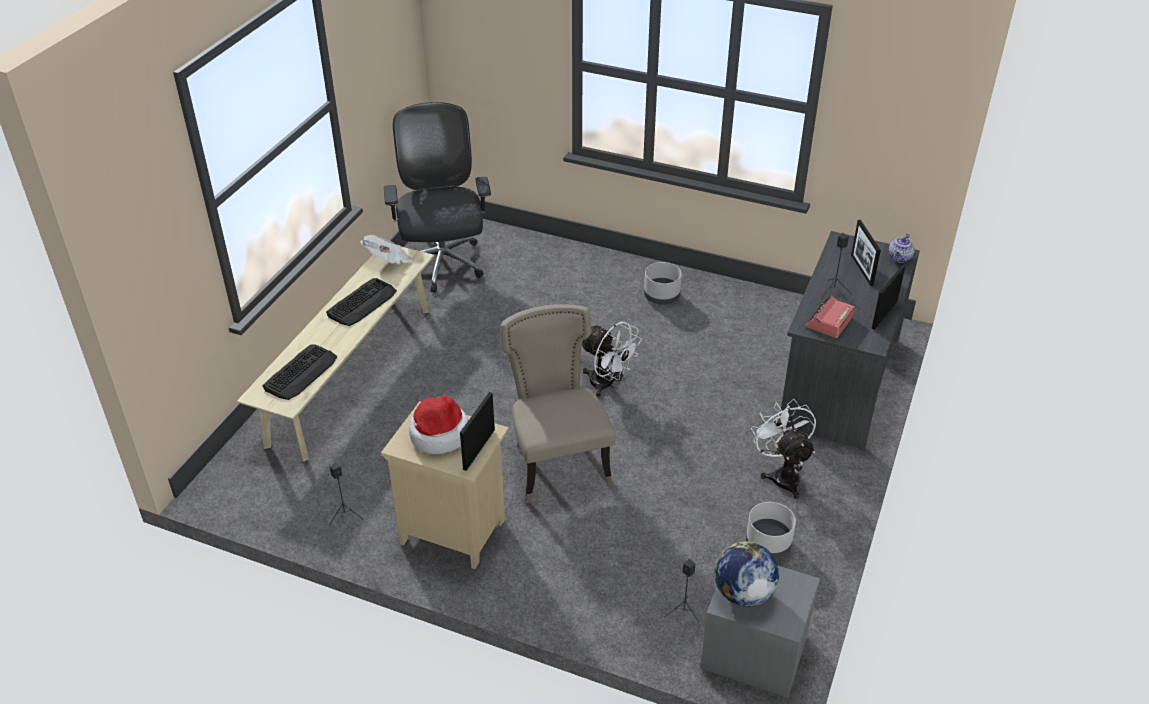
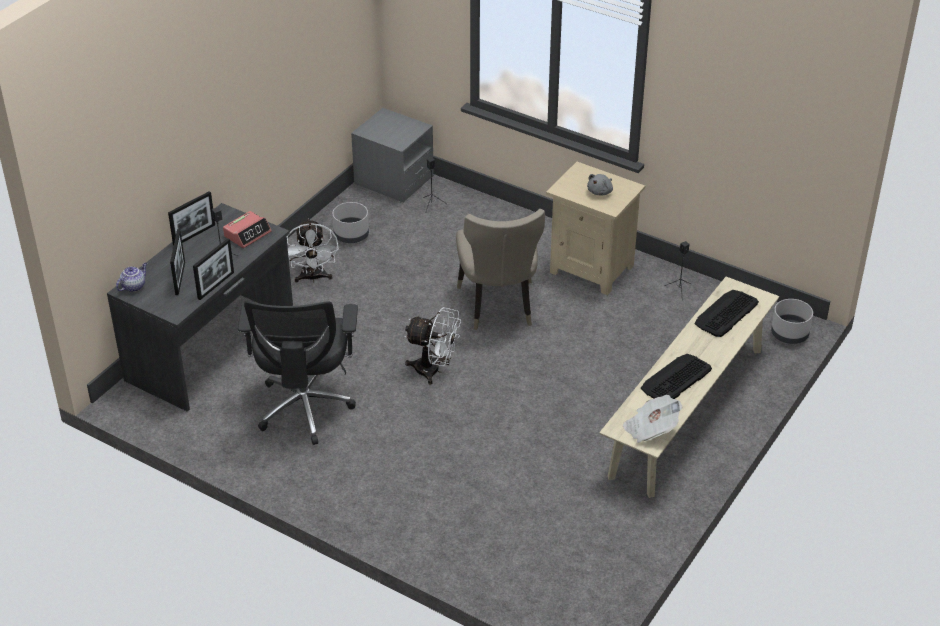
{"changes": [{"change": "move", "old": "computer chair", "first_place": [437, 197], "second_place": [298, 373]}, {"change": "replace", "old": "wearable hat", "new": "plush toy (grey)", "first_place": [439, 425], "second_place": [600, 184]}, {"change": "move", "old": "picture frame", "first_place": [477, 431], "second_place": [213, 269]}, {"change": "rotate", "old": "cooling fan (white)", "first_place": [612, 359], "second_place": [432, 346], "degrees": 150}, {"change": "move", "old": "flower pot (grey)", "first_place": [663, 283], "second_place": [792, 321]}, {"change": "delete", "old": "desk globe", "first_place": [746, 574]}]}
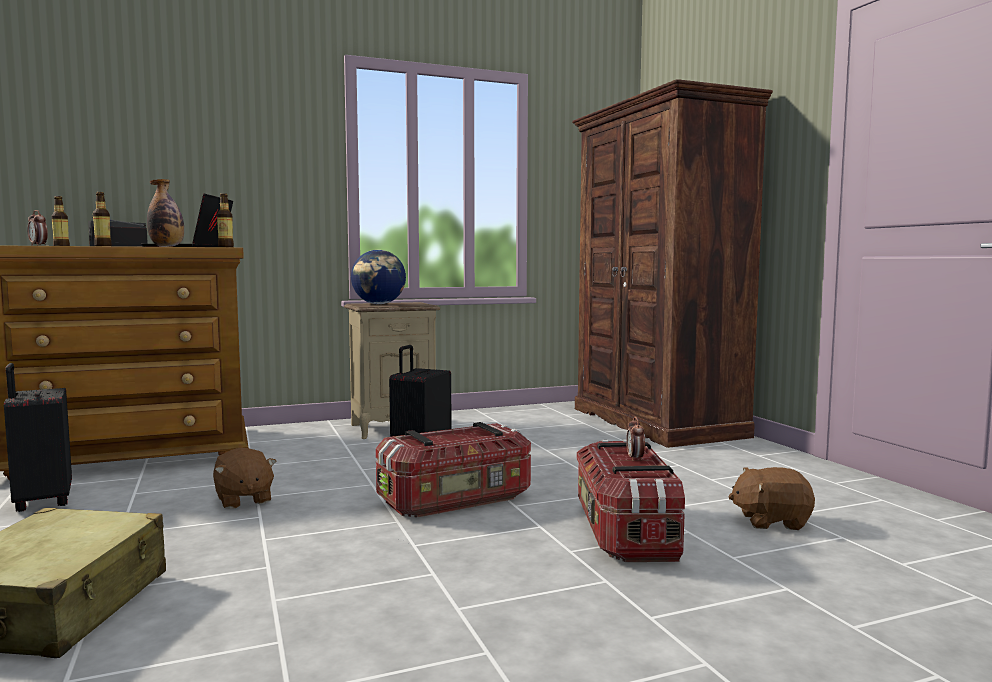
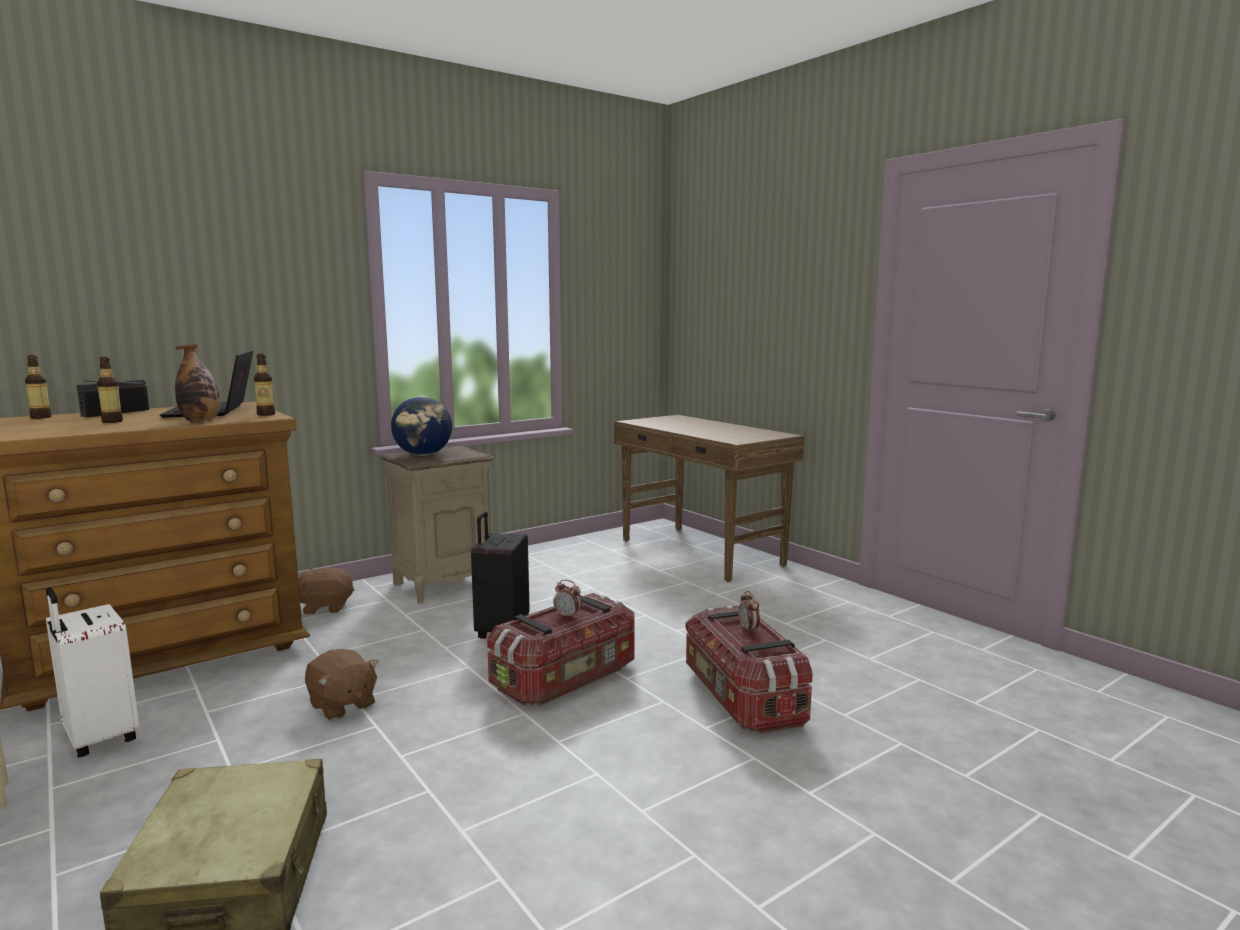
{"changes": [{"change": "recolor", "old": "travel case (blackish)", "new": "travel case (white)", "first_place": [38, 437], "second_place": [92, 673]}, {"change": "move", "old": "bedside clock", "first_place": [37, 228], "second_place": [568, 599]}, {"change": "replace", "old": "wardrobe (brownish)", "new": "console table (brownish)", "first_place": [672, 263], "second_place": [709, 498]}, {"change": "move", "old": "plush toy (brownish)", "first_place": [771, 498], "second_place": [326, 591]}]}
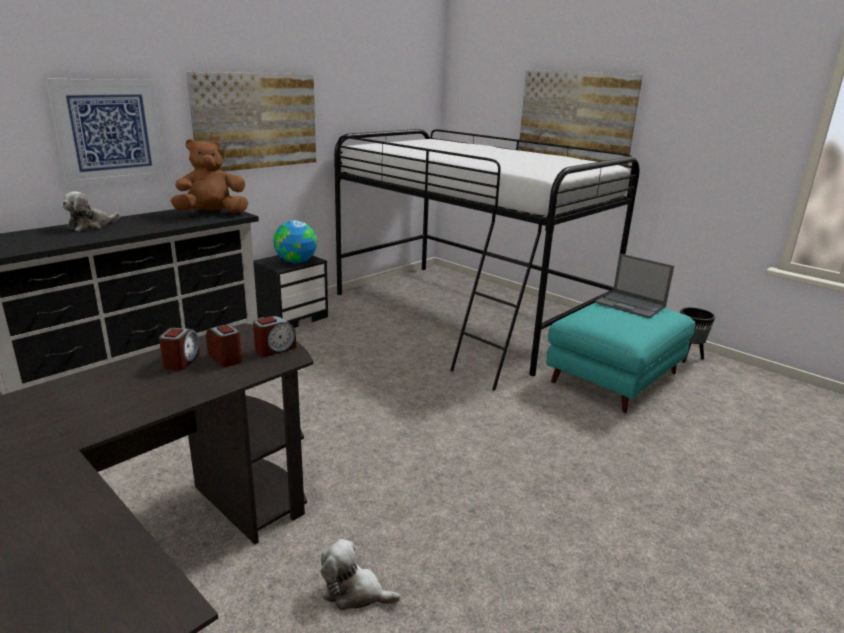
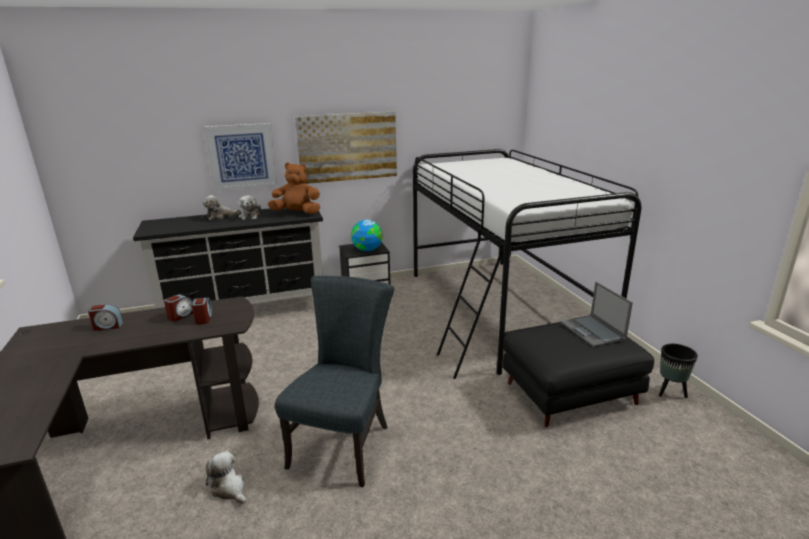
{"changes": [{"change": "move", "old": "bedside clock", "first_place": [274, 336], "second_place": [105, 317]}, {"change": "delete", "old": "wall picture", "first_place": [581, 117]}, {"change": "recolor", "old": "footrest (turquoise)", "new": "footrest (blackish)", "first_place": [620, 358], "second_place": [578, 375]}, {"change": "insert", "new": "plush toy", "second_place": [249, 207]}, {"change": "insert", "new": "chair (grey)", "second_place": [334, 382]}]}
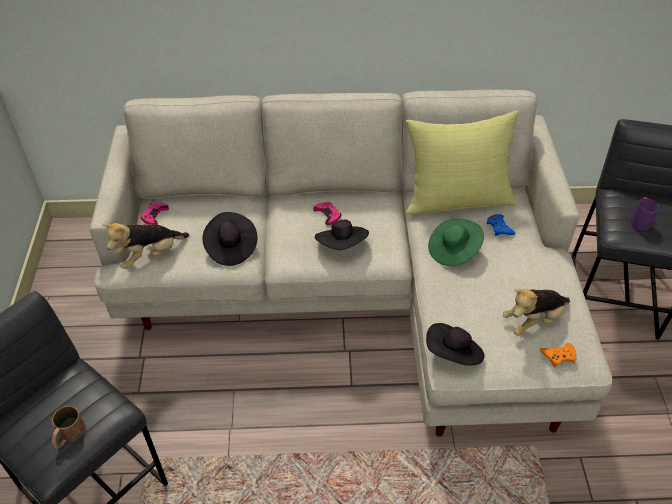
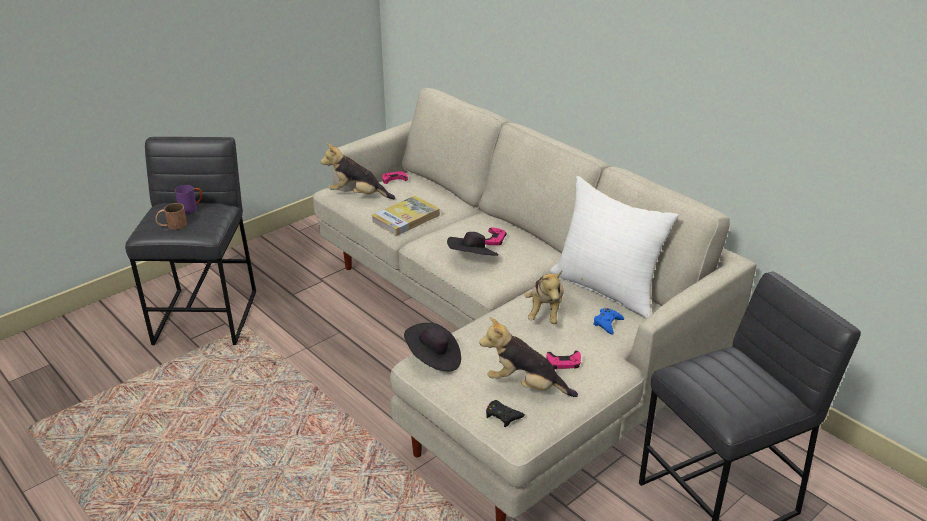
{"changes": [{"change": "replace", "old": "wearable hat (blackish)", "new": "book", "first_place": [230, 239], "second_place": [405, 216]}, {"change": "recolor", "old": "pillow (yellowish)", "new": "pillow (white)", "first_place": [462, 162], "second_place": [614, 247]}, {"change": "replace", "old": "wearable hat (green)", "new": "plush toy", "first_place": [456, 242], "second_place": [544, 297]}, {"change": "recolor", "old": "joypad (orange)", "new": "joypad (blackish)", "first_place": [558, 355], "second_place": [505, 413]}, {"change": "move", "old": "tea mug (purplish)", "first_place": [645, 214], "second_place": [188, 199]}, {"change": "insert", "new": "joypad (pink-coloured)", "second_place": [564, 360]}]}
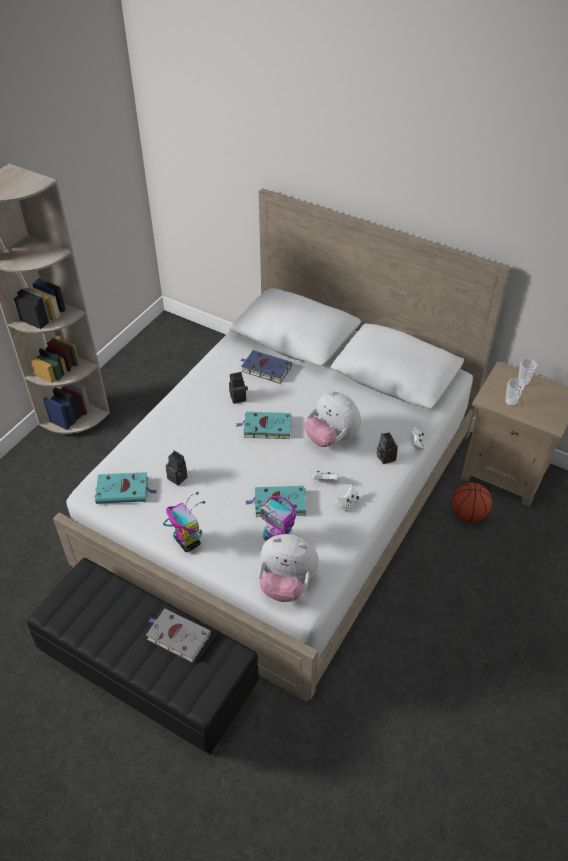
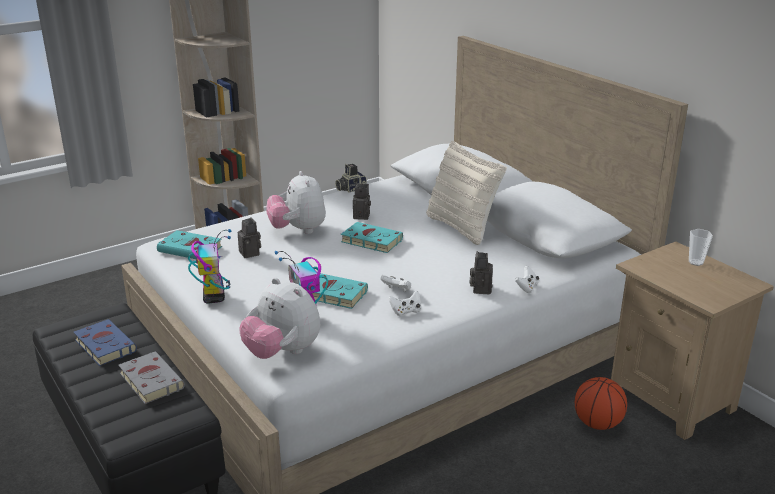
{"changes": [{"change": "move", "old": "book (blue)", "first_place": [266, 367], "second_place": [105, 342]}, {"change": "move", "old": "plush toy", "first_place": [333, 418], "second_place": [296, 202]}, {"change": "delete", "old": "drinking cup", "first_place": [515, 392]}, {"change": "insert", "new": "still camera", "second_place": [351, 178]}, {"change": "insert", "new": "pillow (sand-coloured)", "second_place": [466, 193]}]}
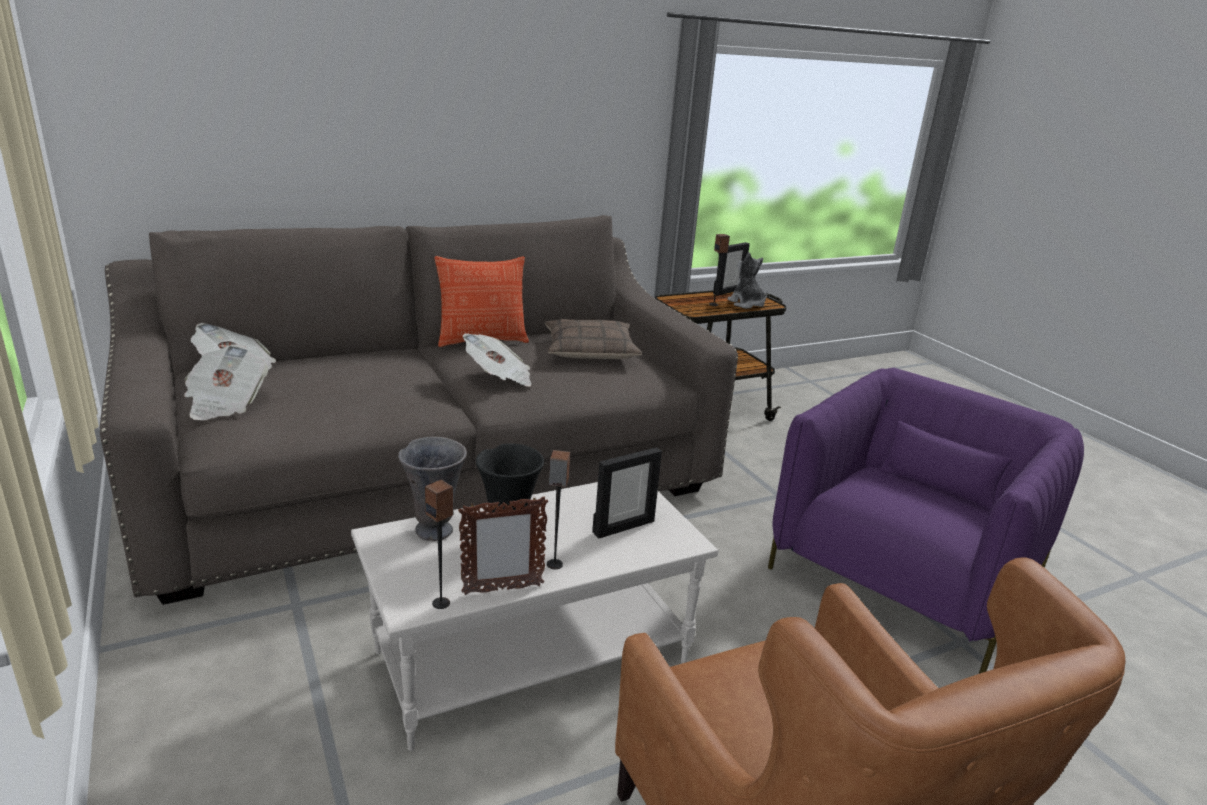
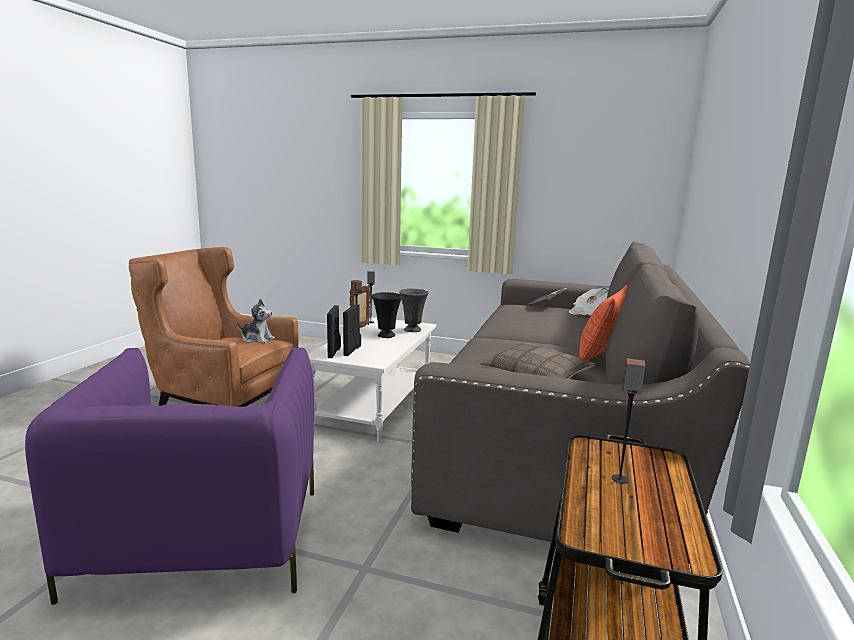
{"changes": [{"change": "delete", "old": "newspaper", "first_place": [497, 360]}, {"change": "move", "old": "picture frame", "first_place": [731, 269], "second_place": [334, 331]}, {"change": "move", "old": "plush toy", "first_place": [747, 280], "second_place": [256, 321]}]}
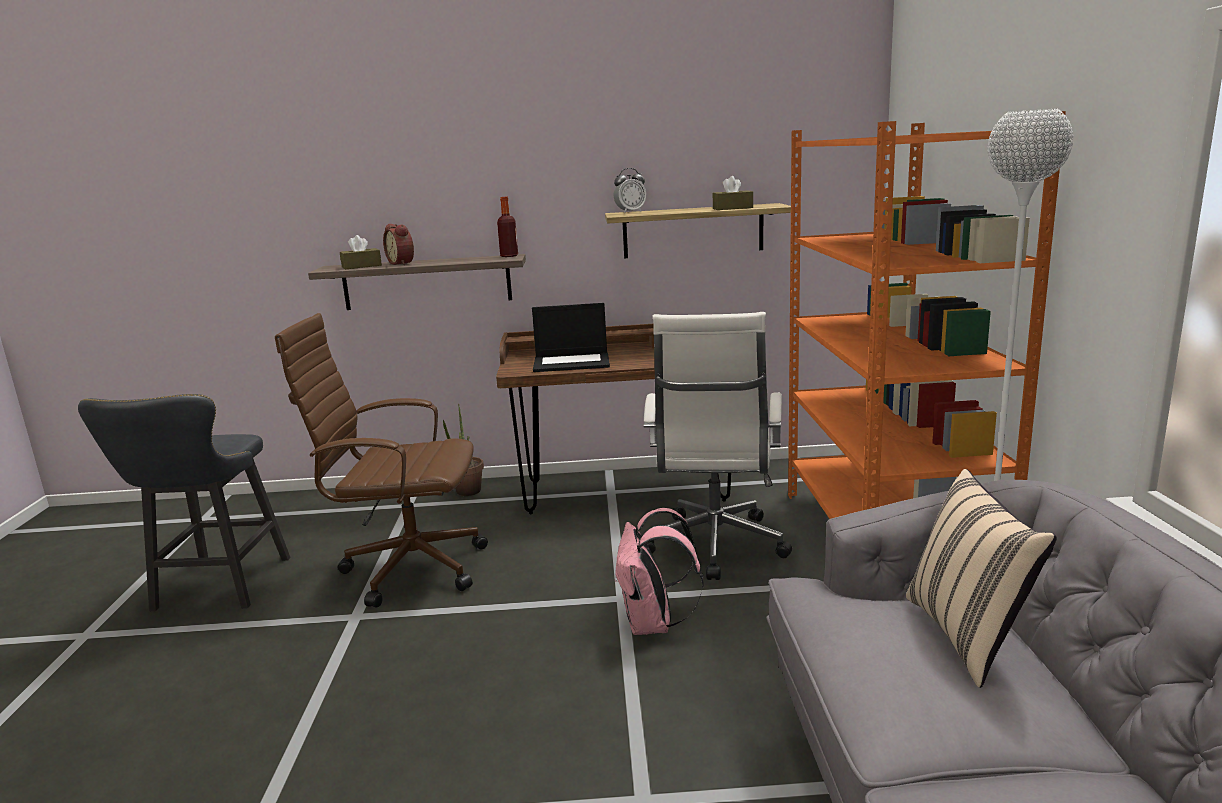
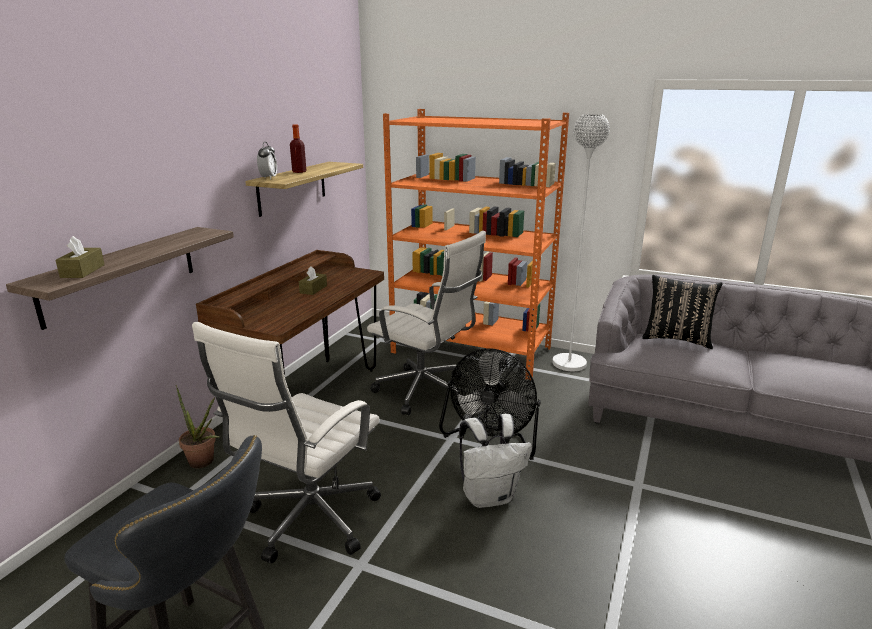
{"changes": [{"change": "recolor", "old": "computer chair (brownish)", "new": "computer chair (white)", "first_place": [381, 460], "second_place": [286, 442]}, {"change": "delete", "old": "bedside clock", "first_place": [398, 244]}, {"change": "move", "old": "drink bottle", "first_place": [507, 227], "second_place": [298, 148]}, {"change": "delete", "old": "laptop", "first_place": [571, 337]}, {"change": "replace", "old": "backpack (pink-coloured)", "new": "cooling fan (blackish)", "first_place": [659, 571], "second_place": [490, 404]}, {"change": "move", "old": "box of tissues (brownish)", "first_place": [733, 193], "second_place": [313, 280]}, {"change": "recolor", "old": "pillow (sand-coloured)", "new": "pillow (blackish)", "first_place": [981, 578], "second_place": [682, 312]}, {"change": "insert", "new": "backpack (white)", "second_place": [495, 461]}]}
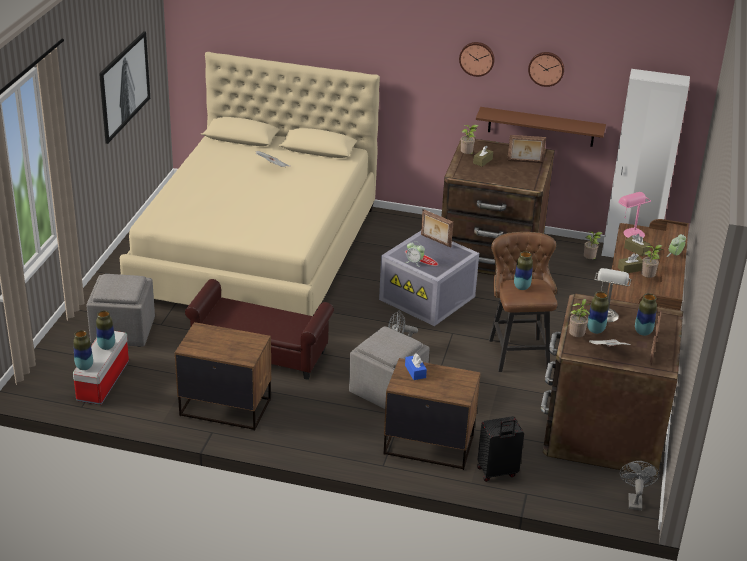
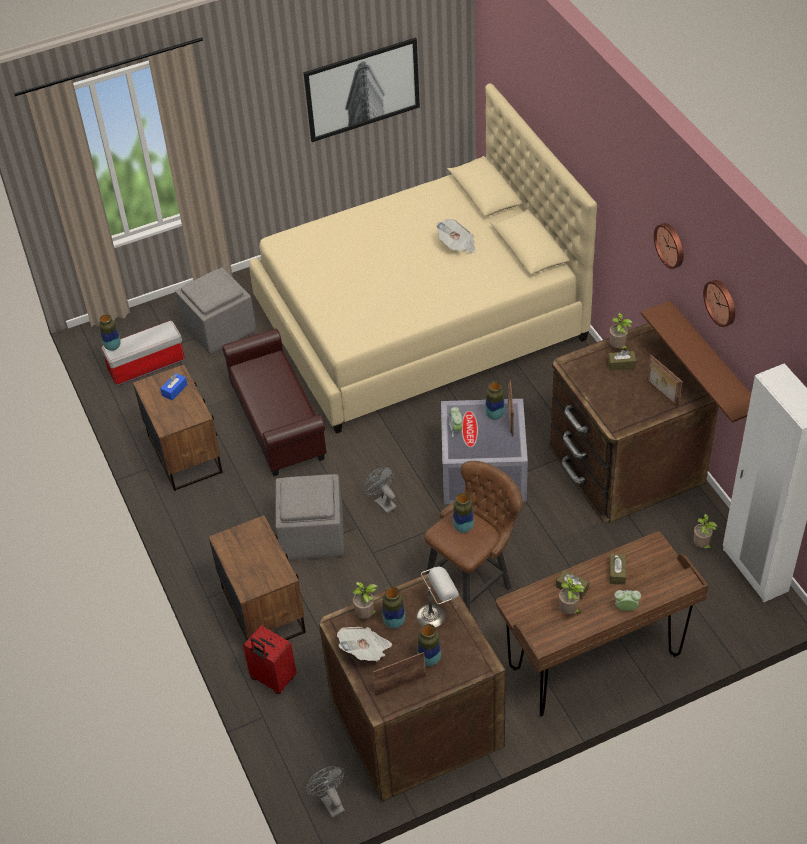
{"changes": [{"change": "move", "old": "flower vase", "first_place": [105, 330], "second_place": [495, 400]}, {"change": "move", "old": "box of tissues (blue)", "first_place": [416, 366], "second_place": [173, 386]}, {"change": "recolor", "old": "travel case (blackish)", "new": "travel case (red)", "first_place": [500, 449], "second_place": [270, 659]}, {"change": "delete", "old": "tabletop lamp (pink-coloured)", "first_place": [634, 215]}, {"change": "rotate", "old": "cooling fan (grey)", "first_place": [639, 486], "second_place": [325, 792], "degrees": -90}]}
